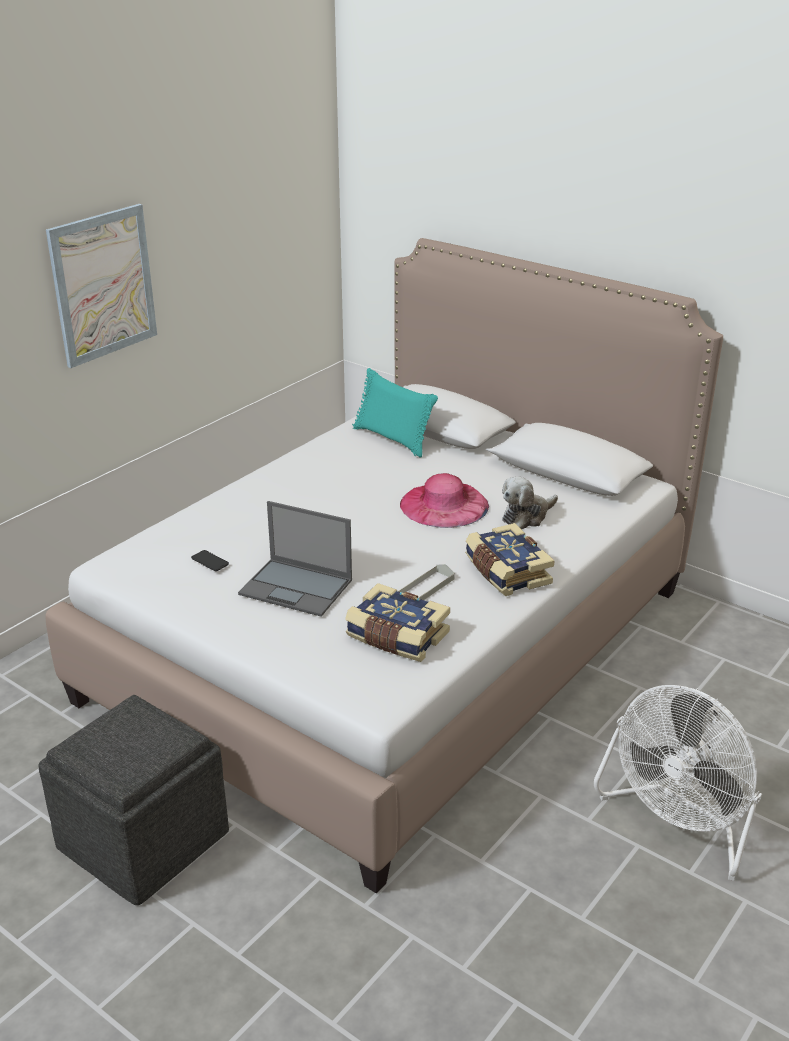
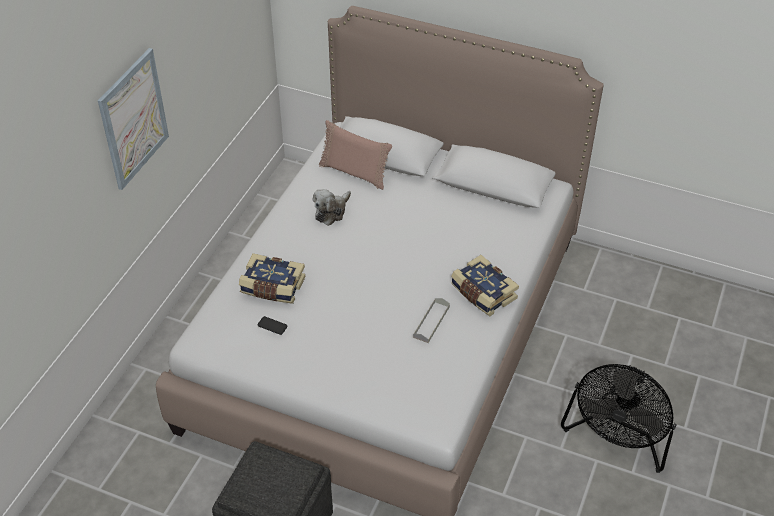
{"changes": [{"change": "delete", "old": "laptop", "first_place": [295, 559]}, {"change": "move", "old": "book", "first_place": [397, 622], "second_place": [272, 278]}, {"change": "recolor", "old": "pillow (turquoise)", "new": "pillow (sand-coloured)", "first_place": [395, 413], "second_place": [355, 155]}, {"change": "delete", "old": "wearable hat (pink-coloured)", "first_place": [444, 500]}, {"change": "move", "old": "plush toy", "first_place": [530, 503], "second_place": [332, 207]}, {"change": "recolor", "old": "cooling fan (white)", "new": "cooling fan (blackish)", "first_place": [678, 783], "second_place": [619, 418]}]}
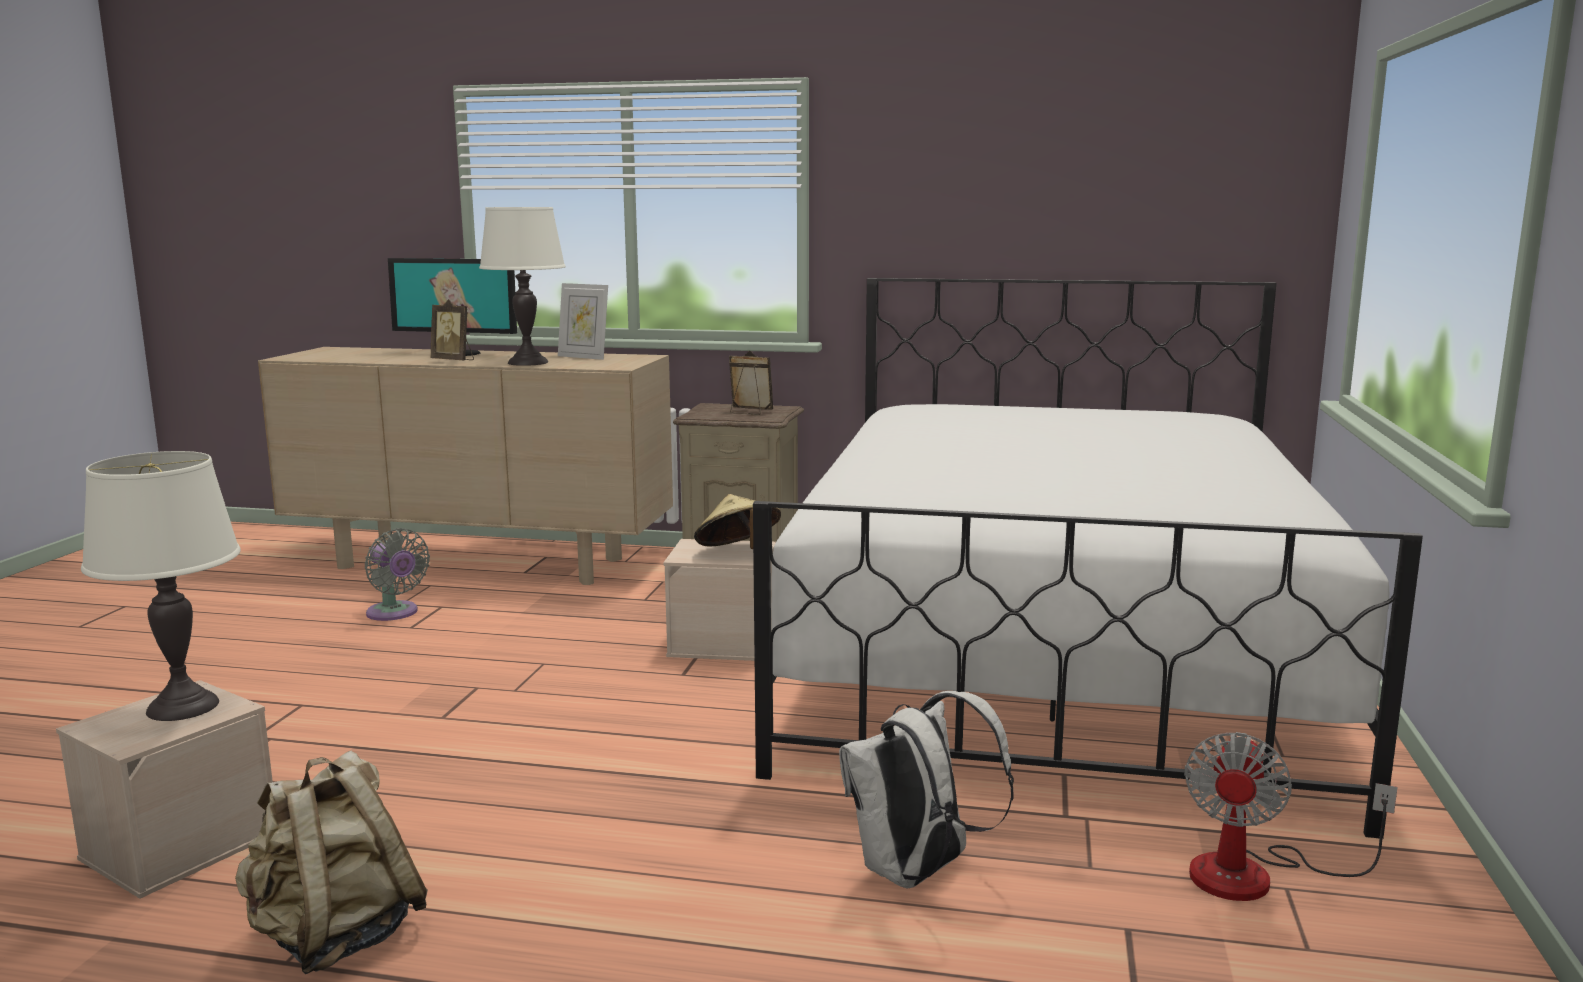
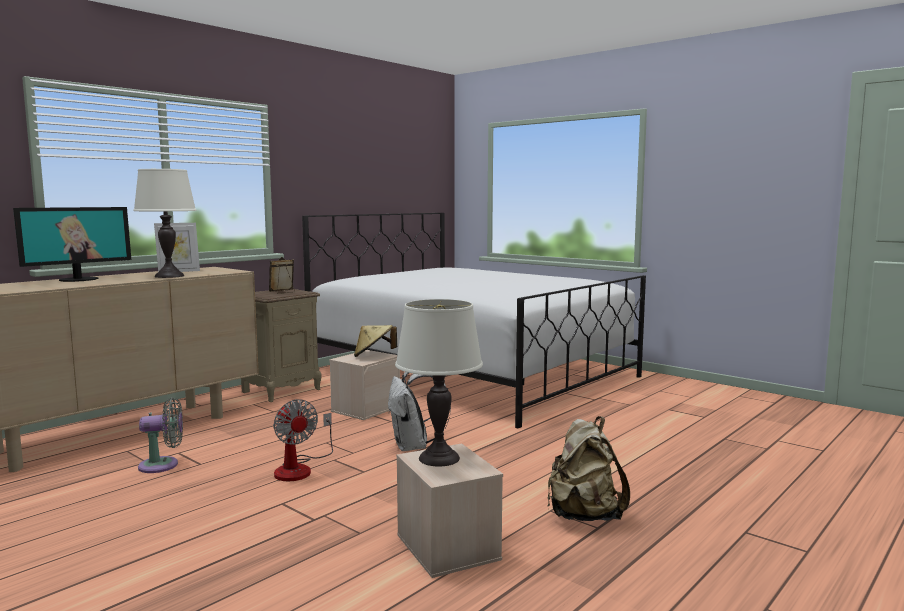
{"changes": [{"change": "delete", "old": "picture frame", "first_place": [452, 329]}, {"change": "move", "old": "backpack (white)", "first_place": [926, 789], "second_place": [419, 411]}, {"change": "move", "old": "cooling fan", "first_place": [1291, 816], "second_place": [303, 440]}]}
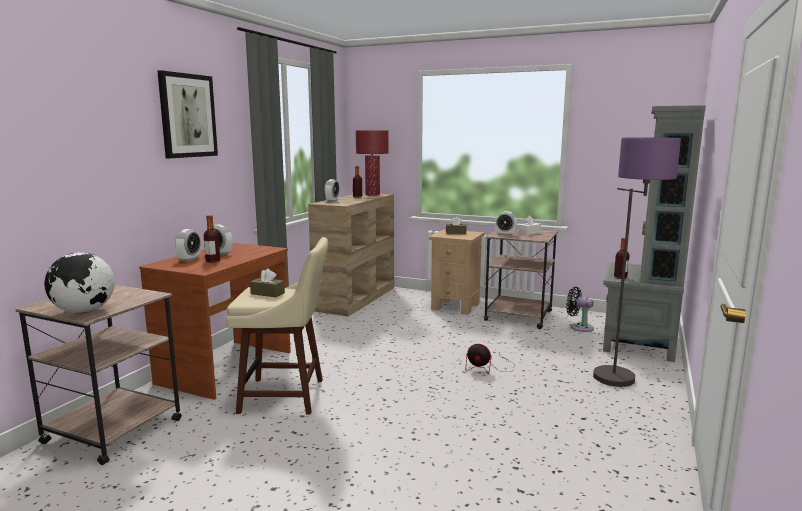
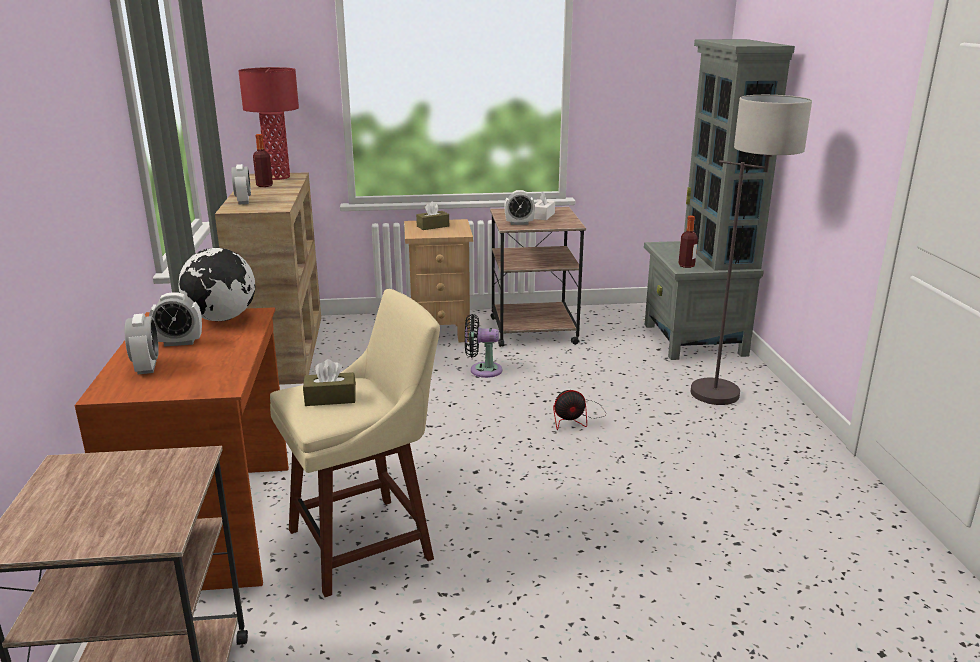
{"changes": [{"change": "move", "old": "desk globe", "first_place": [79, 282], "second_place": [216, 284]}, {"change": "delete", "old": "wall picture", "first_place": [187, 114]}, {"change": "delete", "old": "drink bottle", "first_place": [212, 239]}, {"change": "move", "old": "cooling fan (blackish)", "first_place": [580, 309], "second_place": [483, 346]}, {"change": "recolor", "old": "floor lamp (purplish)", "new": "floor lamp (grey)", "first_place": [637, 262], "second_place": [751, 250]}]}
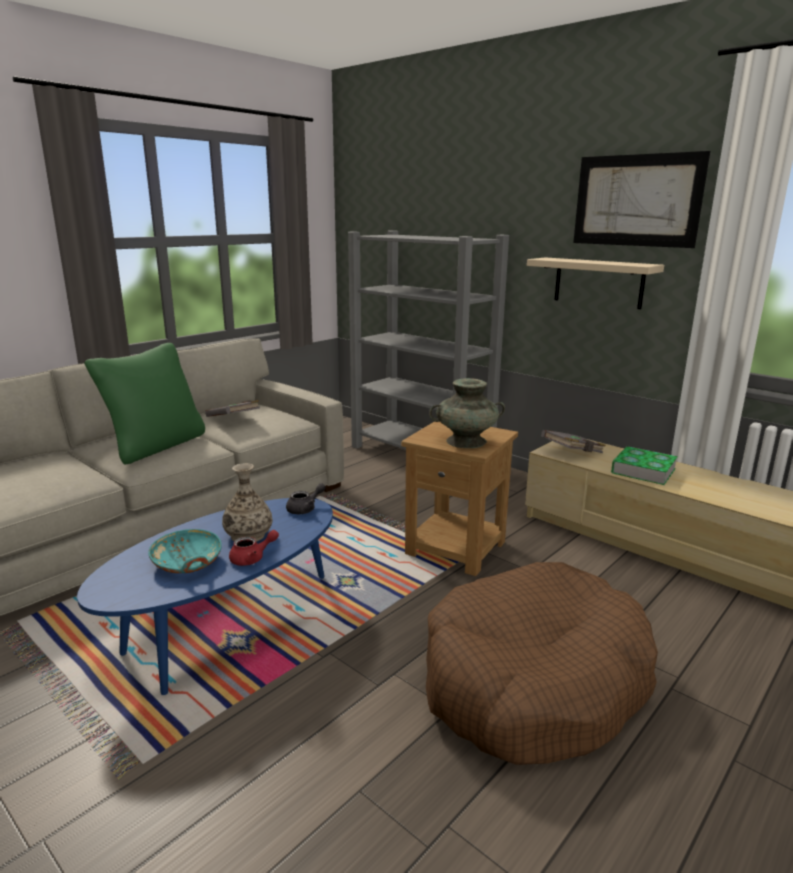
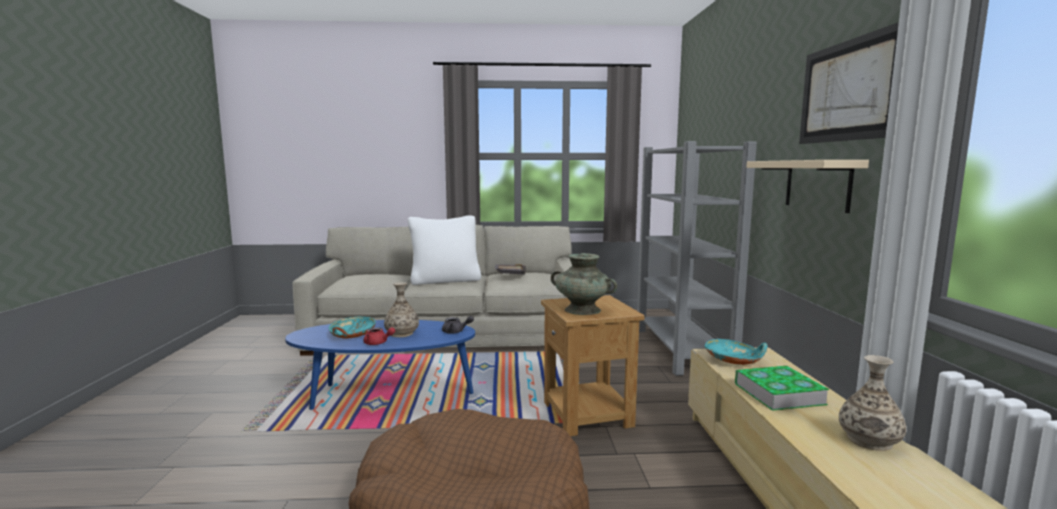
{"changes": [{"change": "recolor", "old": "pillow (green)", "new": "pillow (white)", "first_place": [144, 404], "second_place": [444, 250]}, {"change": "replace", "old": "book (grey)", "new": "bowl (turquoise)", "first_place": [573, 441], "second_place": [736, 352]}, {"change": "insert", "new": "flower vase", "second_place": [872, 403]}]}
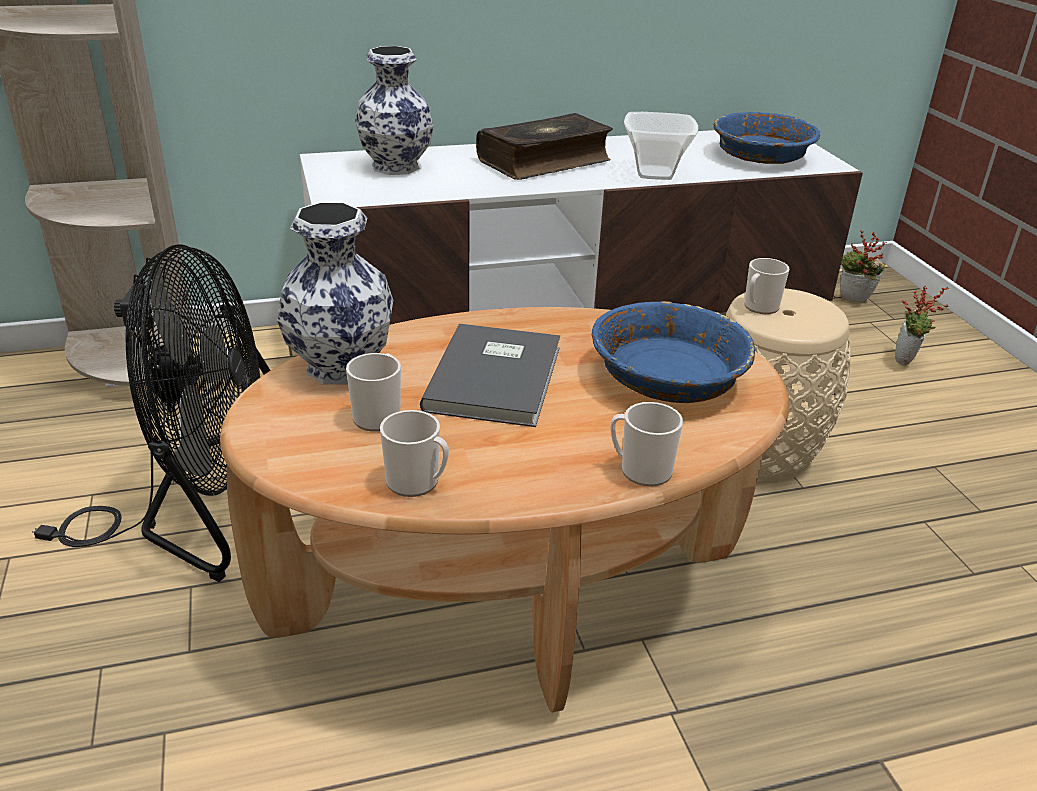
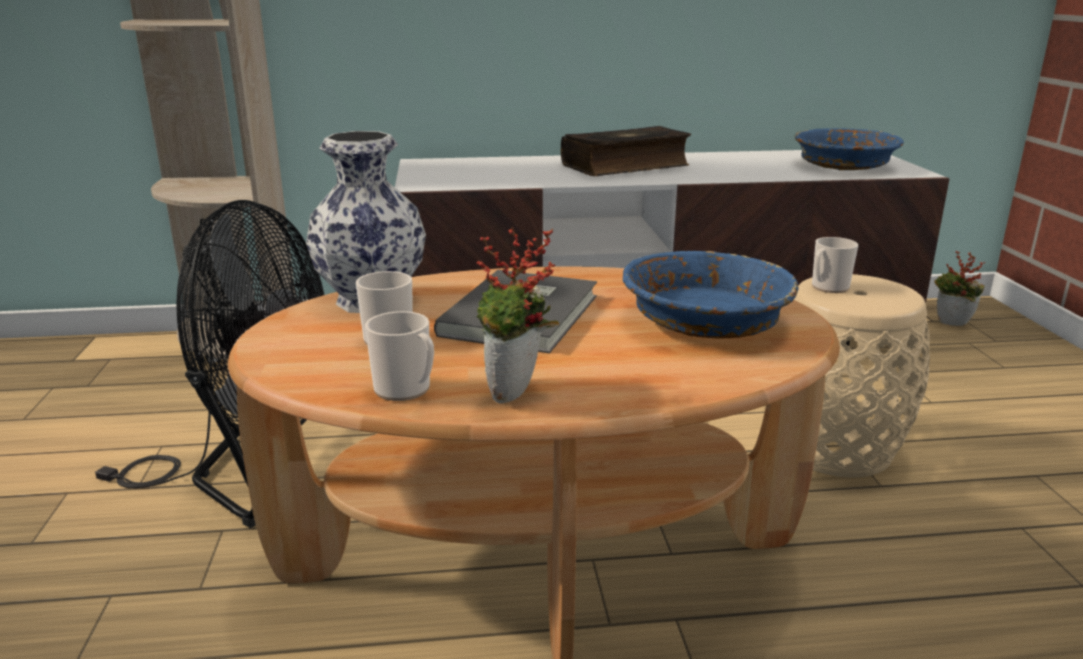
{"changes": [{"change": "delete", "old": "flower vase", "first_place": [394, 110]}, {"change": "delete", "old": "tea mug", "first_place": [646, 444]}, {"change": "delete", "old": "bowl", "first_place": [661, 146]}, {"change": "move", "old": "plant in a pot", "first_place": [922, 326], "second_place": [517, 315]}]}
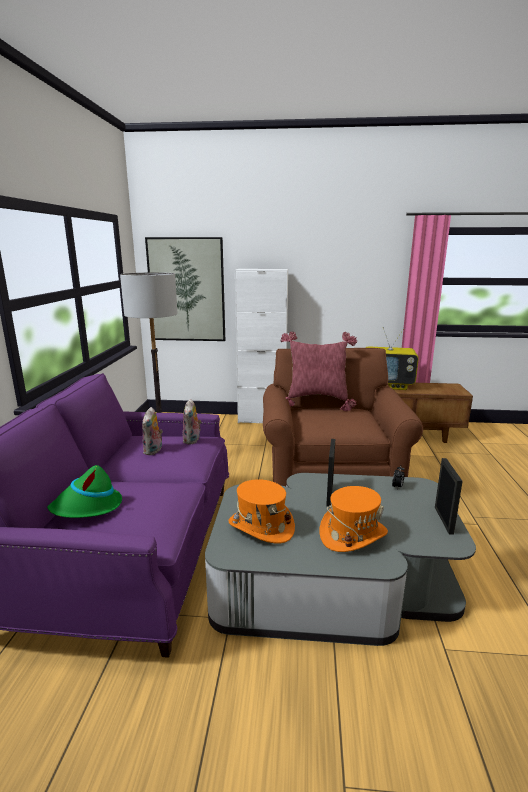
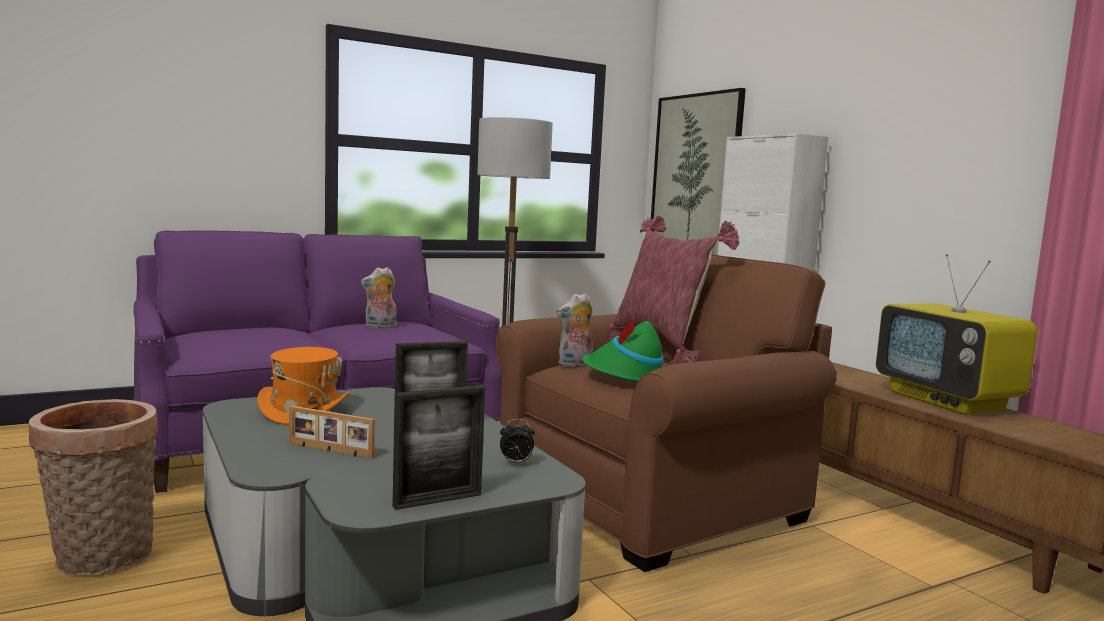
{"changes": [{"change": "move", "old": "wearable hat (green)", "first_place": [84, 491], "second_place": [622, 350]}, {"change": "move", "old": "plush toy", "first_place": [192, 421], "second_place": [575, 330]}, {"change": "replace", "old": "wearable hat (orange)", "new": "picture frame", "first_place": [353, 519], "second_place": [332, 432]}, {"change": "insert", "new": "household basket", "second_place": [93, 487]}]}
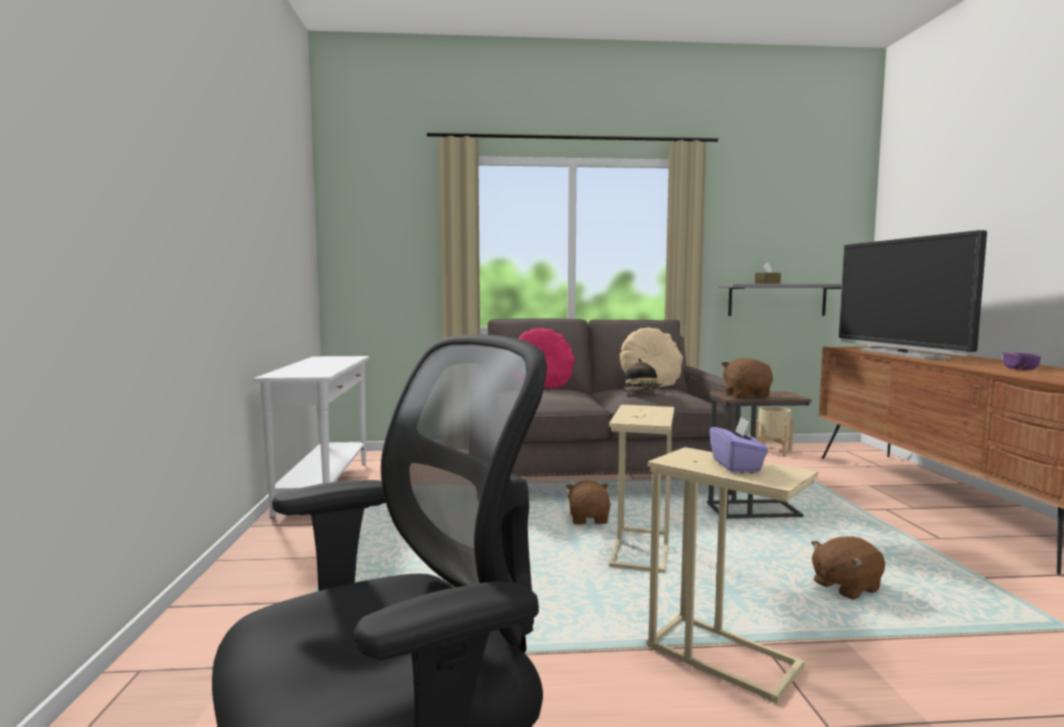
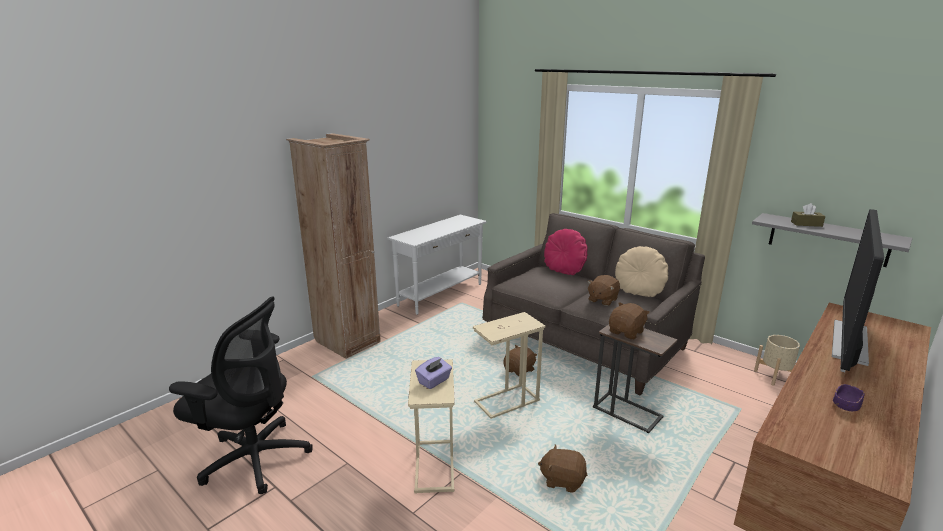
{"changes": [{"change": "replace", "old": "wearable hat", "new": "plush toy (brownish)", "first_place": [642, 374], "second_place": [603, 290]}, {"change": "insert", "new": "storage cabinet (brownish)", "second_place": [333, 246]}]}
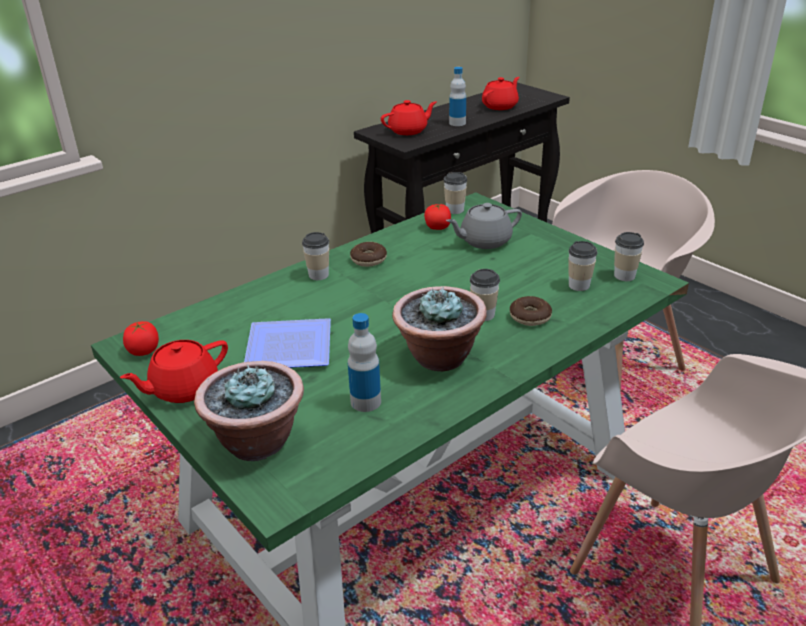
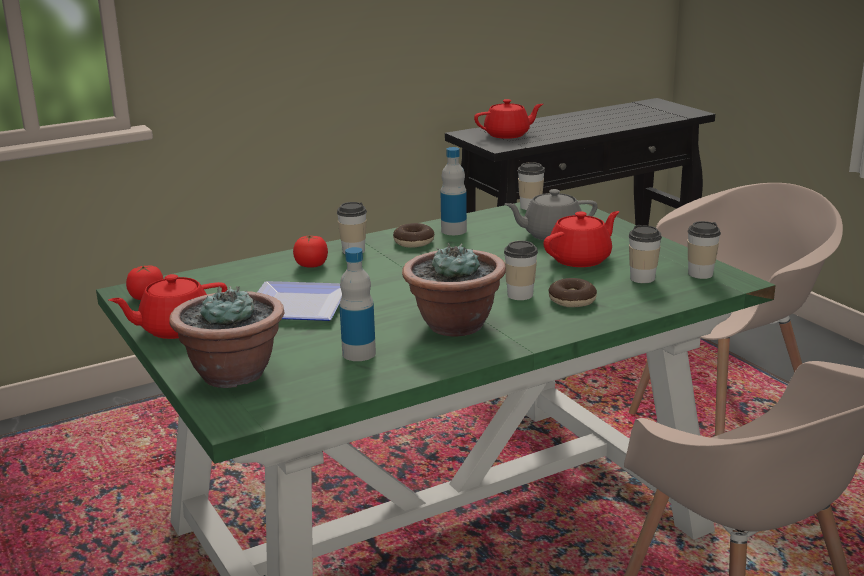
{"changes": [{"change": "move", "old": "fresh tomato", "first_place": [437, 216], "second_place": [310, 251]}, {"change": "move", "old": "drink bottle", "first_place": [457, 96], "second_place": [454, 191]}, {"change": "move", "old": "teapot (red)", "first_place": [500, 93], "second_place": [581, 239]}]}
